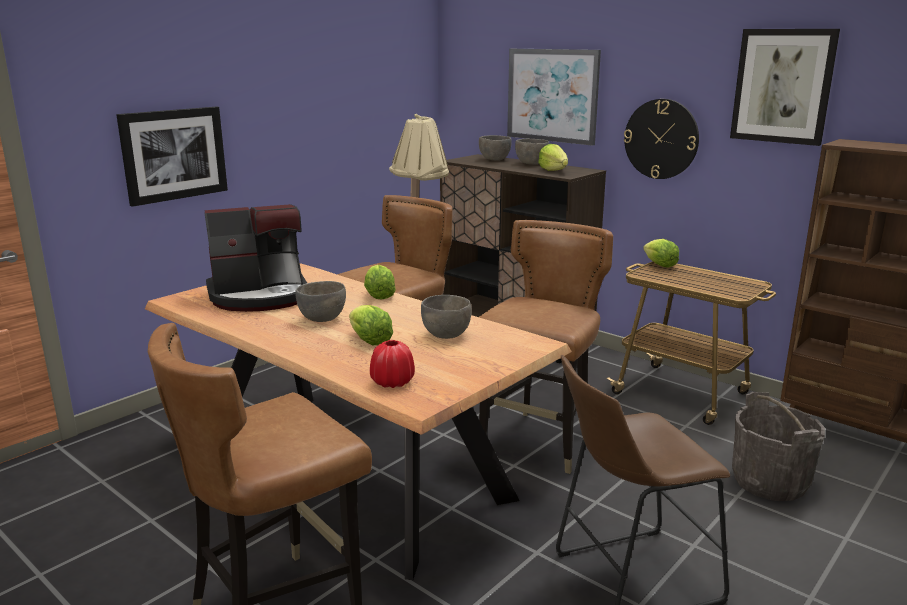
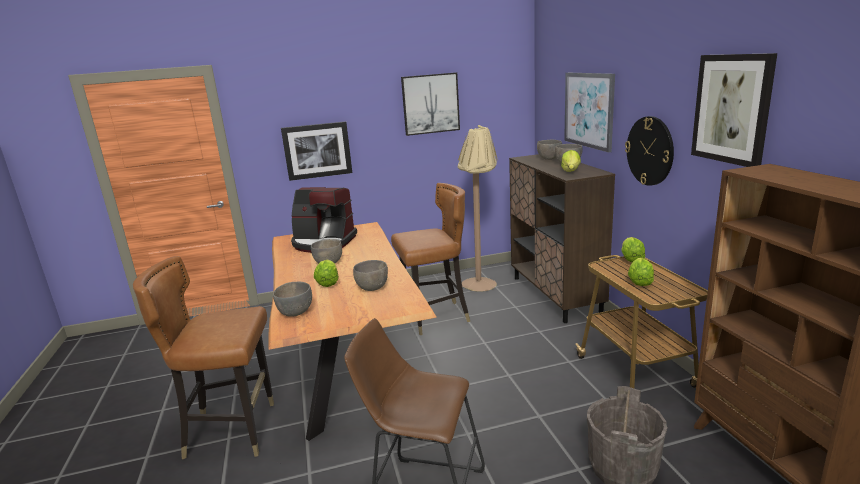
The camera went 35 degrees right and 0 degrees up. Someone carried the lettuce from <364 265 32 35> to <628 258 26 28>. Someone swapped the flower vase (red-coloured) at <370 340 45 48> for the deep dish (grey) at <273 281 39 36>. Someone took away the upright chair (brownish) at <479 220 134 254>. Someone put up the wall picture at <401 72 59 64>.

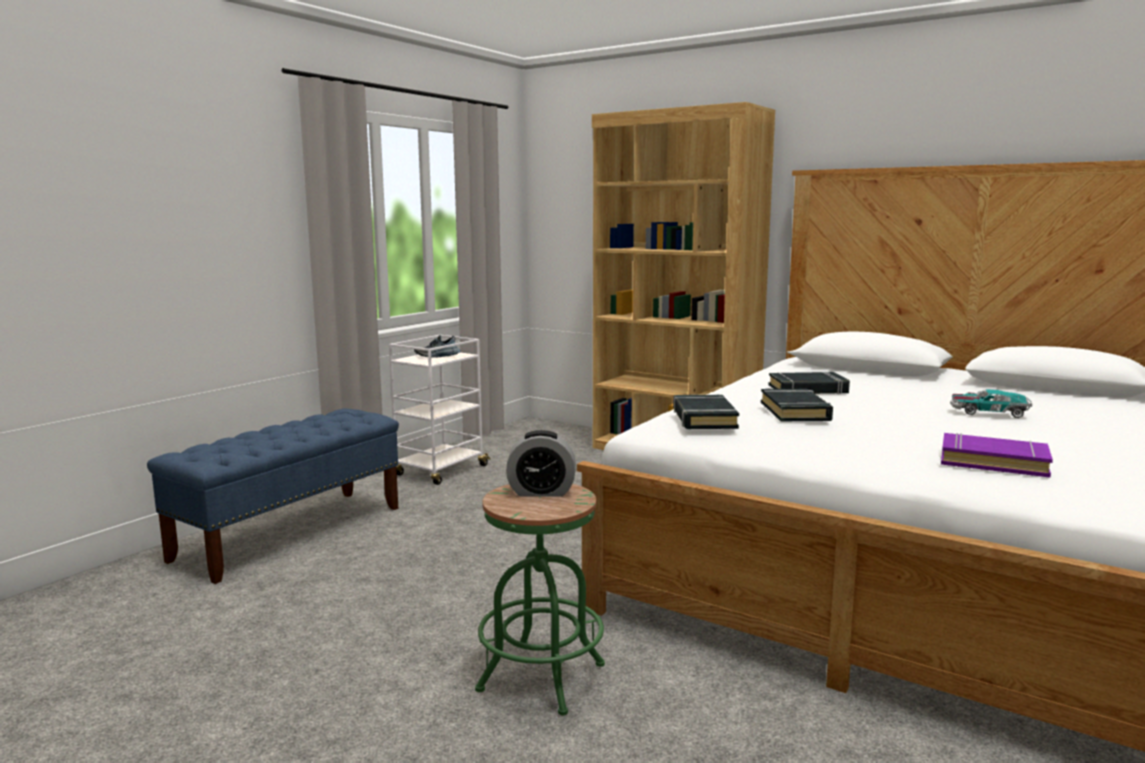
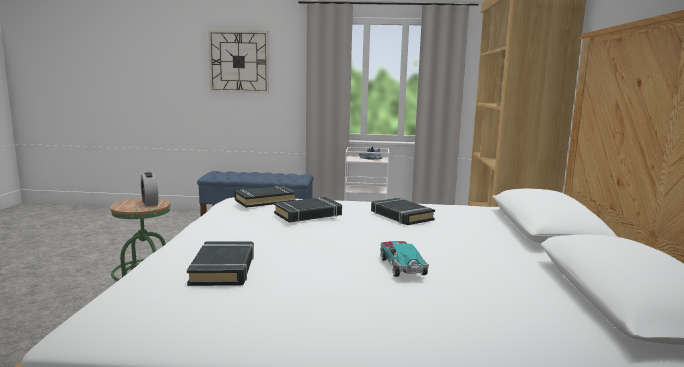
The camera went 60 degrees right and 0 degrees up. Someone repainted the volume (purple-coloured) at <941 433 112 45>, which became the volume (blackish) at <187 241 67 45>. Someone put up the wall clock at <208 30 61 63>.

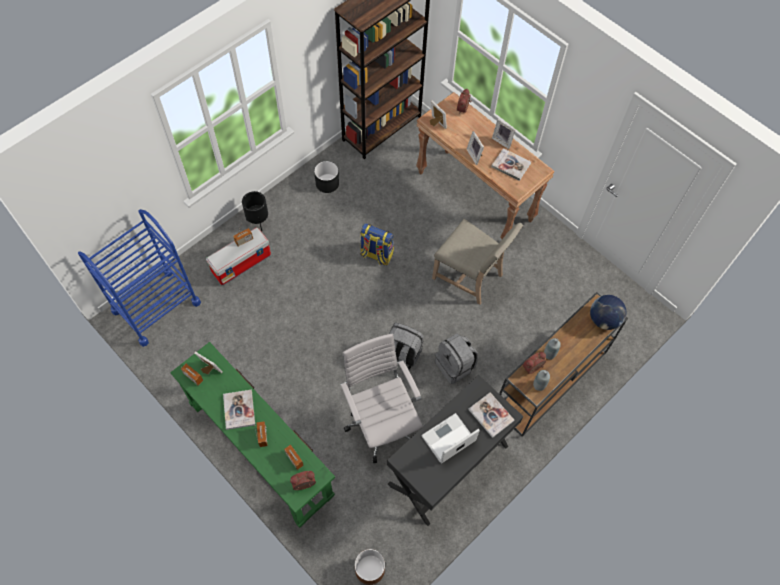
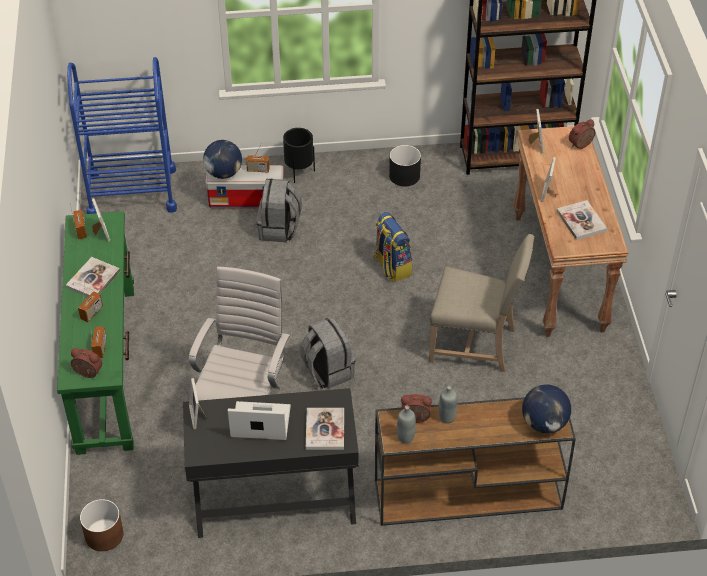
The camera went 40 degrees right and 15 degrees down. Someone rotated the upright chair (sand-coloured) at <432 219 91 86> by 60 degrees counterclockwise. Someone carried the backpack (grey) from <435 333 43 51> to <257 179 45 63>. Someone carried the standing frame from <492 119 24 30> to <189 378 18 52>. Someone put down the globe at <203 140 39 39>.

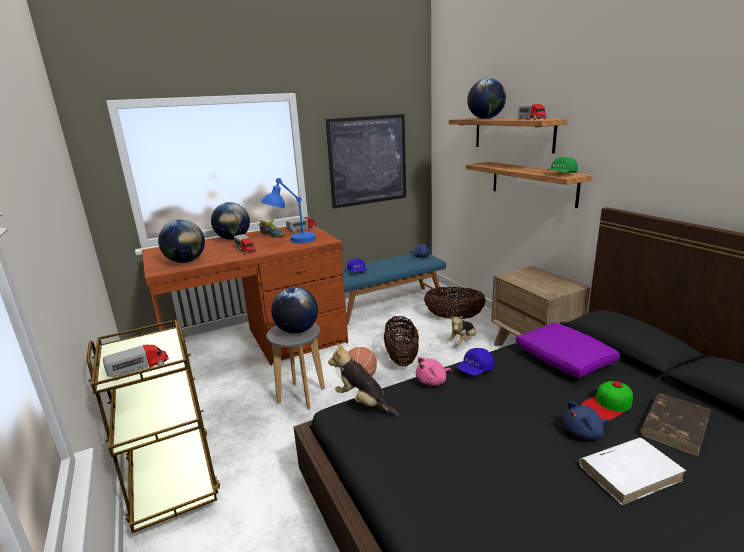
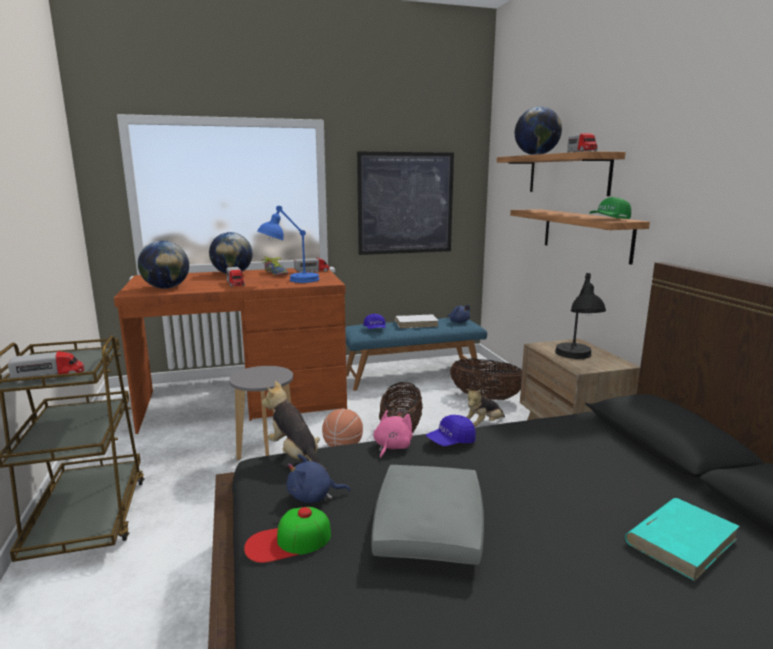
The camera went 10 degrees right and 5 degrees down. Someone took away the globe at <271 287 47 47>. Someone rotated the plush toy (pinkish) at <416 357 35 29> by 135 degrees clockwise. Someone took away the cushion (purple-coloured) at <516 323 104 55>. Someone carried the plush toy (blue-coloured) from <563 401 47 39> to <287 454 63 49>. Someone carried the volume (whitish) from <579 438 107 68> to <395 314 44 14>. Someone carried the peaked cap from <582 381 51 39> to <244 507 87 56>. Someone repainted the volume (brownish) at <640 394 71 62>, which became the volume (blue-green) at <625 498 115 83>. Someone put down the cushion (grey) at <371 465 113 100>. Someone put down the table lamp (blackish) at <555 273 51 86>.

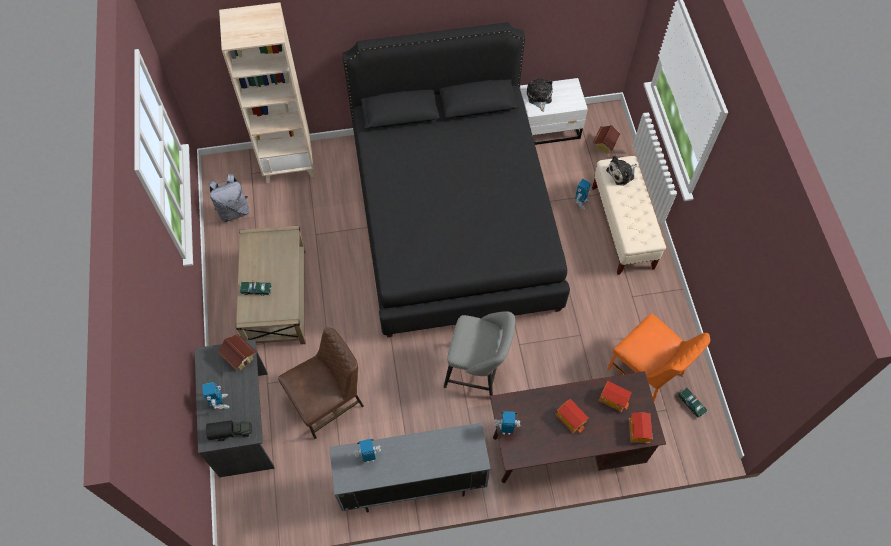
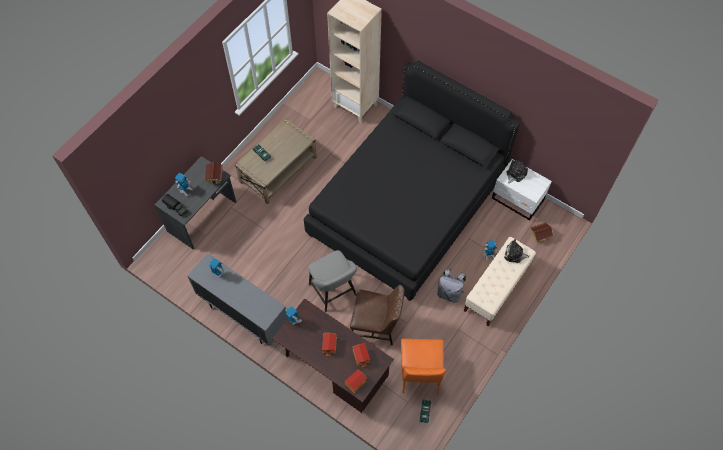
The camera went 45 degrees right and 0 degrees up. Someone carried the backpack (grey) from <209 174 40 48> to <437 269 29 34>. Someone carried the upright chair (brownish) from <278 328 86 111> to <350 285 55 60>.

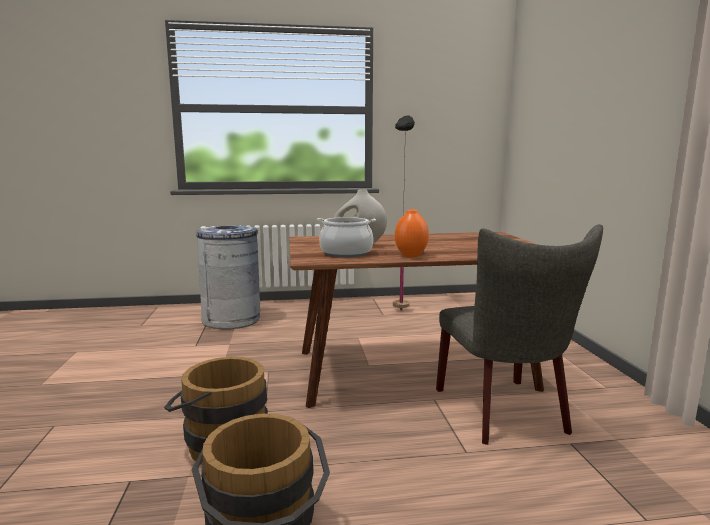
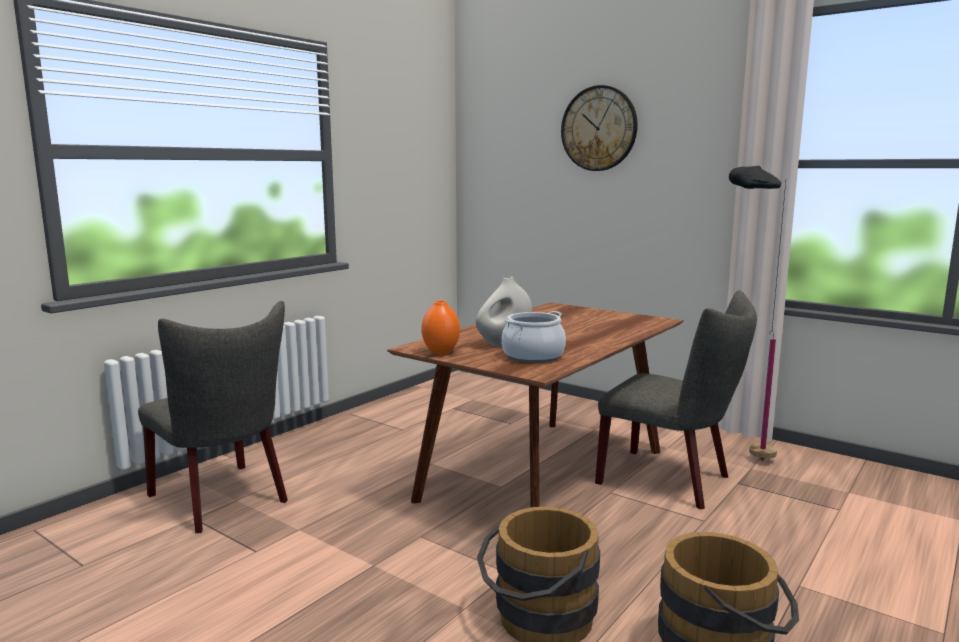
The camera went 45 degrees left and 0 degrees up. Someone swapped the waste bin (grey) at <196 226 65 103> for the upright chair (grey) at <138 301 150 232>. Someone carried the standard lamp (blackish) from <393 115 22 196> to <729 166 57 295>. Someone carried the flower vase (orange) from <395 209 34 49> to <421 300 39 55>. Someone put up the wall clock at <561 85 77 86>.

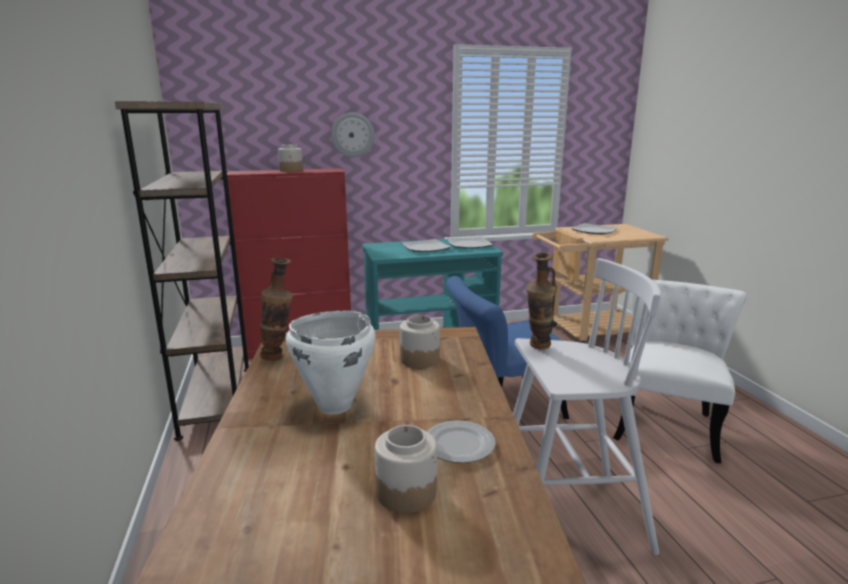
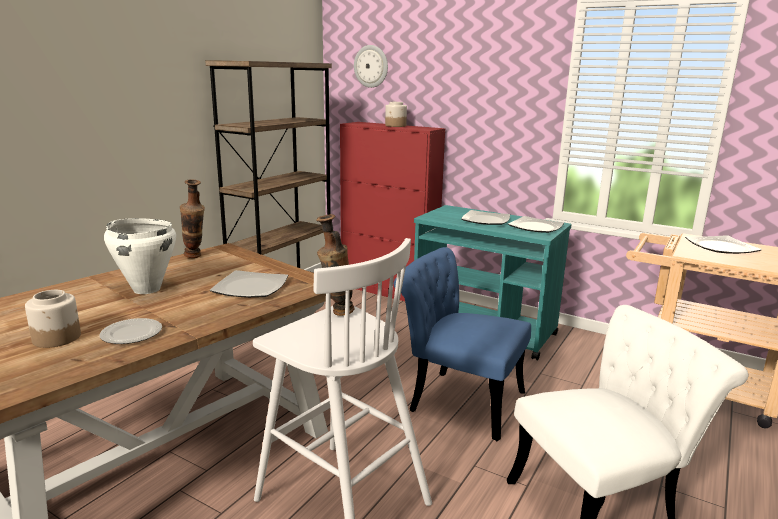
The camera went 45 degrees right and 0 degrees up. Someone carried the wall clock from <331 112 43 45> to <354 45 34 43>. Someone swapped the storage jar at <400 315 40 53> for the flat dish at <210 270 78 28>.

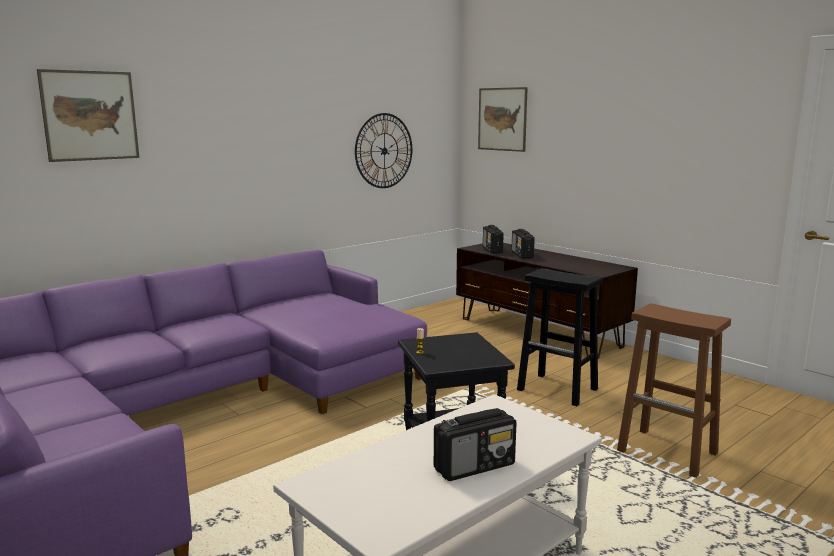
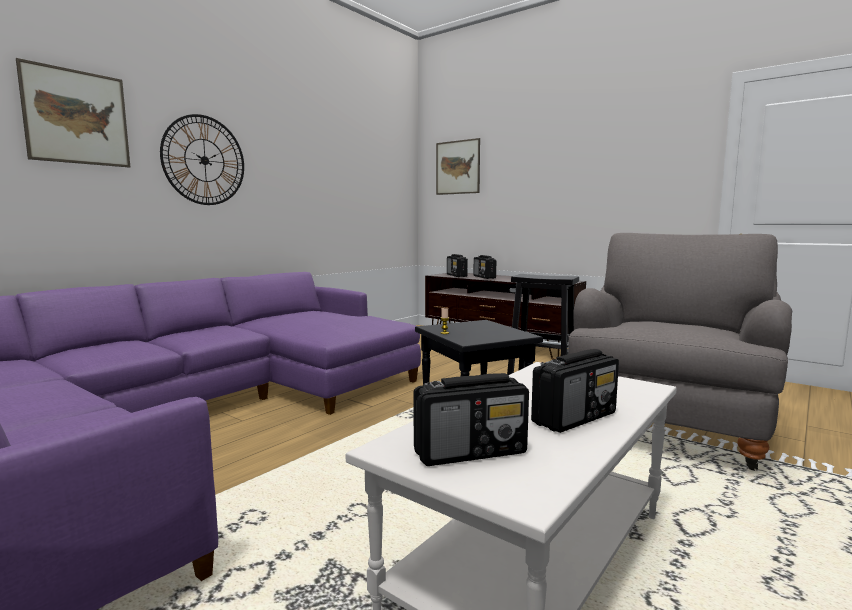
The camera went 10 degrees left and 5 degrees down. Someone carried the wall clock from <355 113 57 75> to <160 114 84 91>. Someone swapped the stool seat (brownish) at <617 303 114 175> for the lounge chair (grey) at <568 233 224 238>. Someone put down the radio set at <413 373 116 93>.

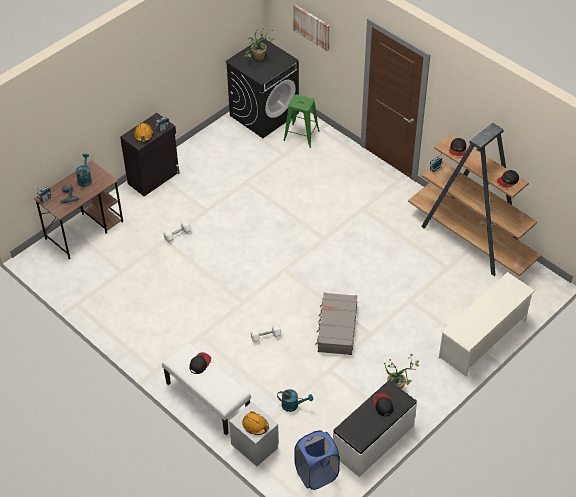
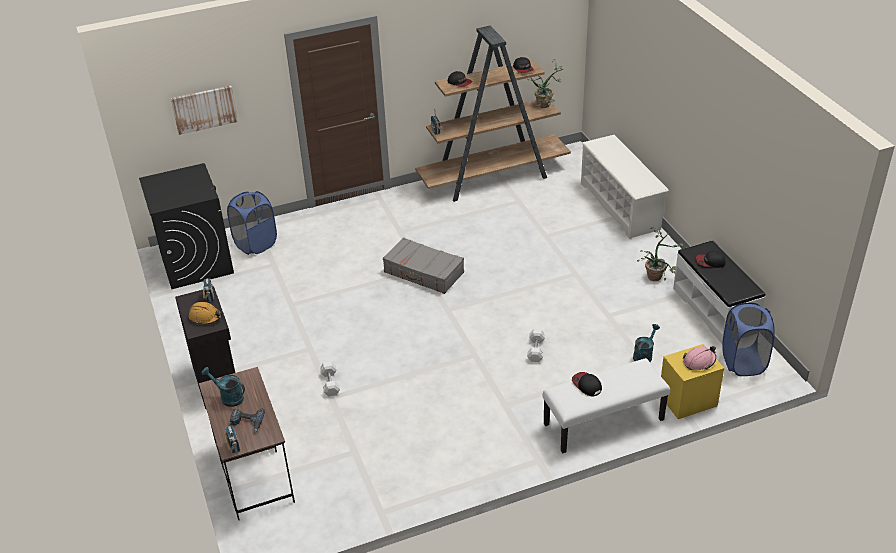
The camera went 65 degrees left and 10 degrees down. Someone repainted the night table (grey) at <229 402 50 64>, which became the night table (yellow) at <661 344 63 75>. Someone repainted the safety helmet (orange) at <242 411 27 24>, which became the safety helmet (pinkish) at <683 346 33 24>. Someone carried the houseplant from <244 29 31 32> to <528 59 35 49>. Someone swapped the stool seat (green-coloured) at <283 94 37 54> for the washing basket (blue-coloured) at <227 191 50 64>. Someone carried the suitcase (grey) from <315 293 42 62> to <383 237 81 57>.

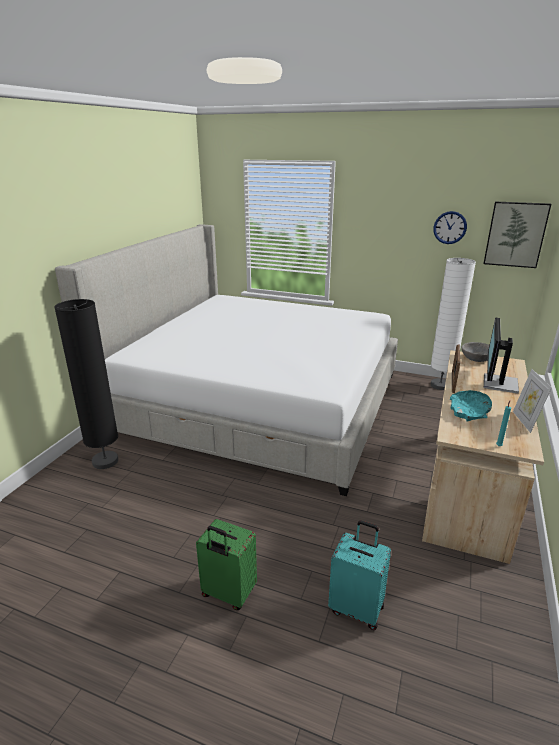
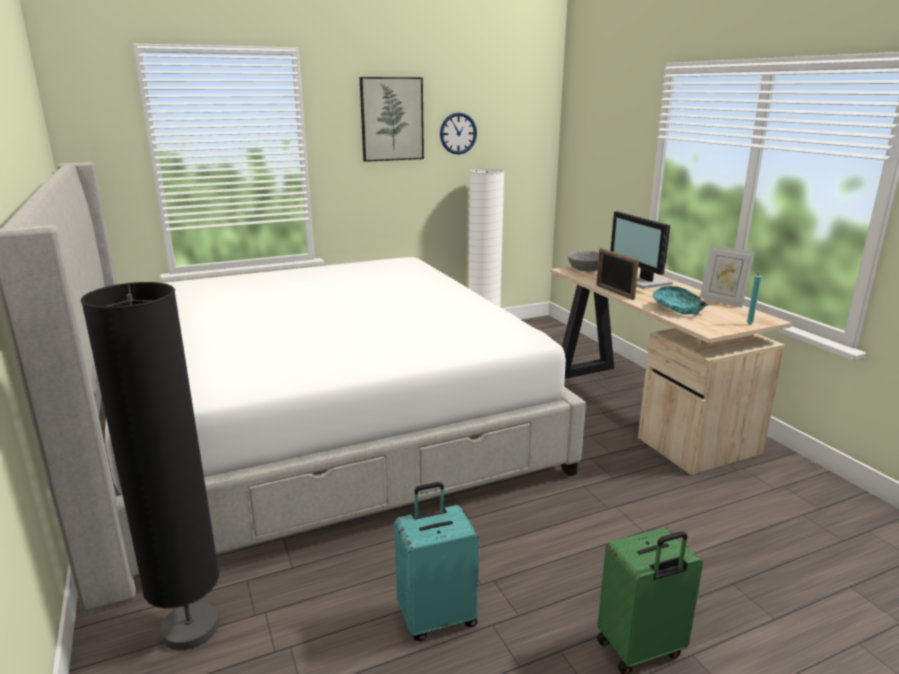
The camera went 45 degrees left and 5 degrees down. Someone carried the suitcase (blue-green) from <328 521 63 109> to <394 482 85 159>. Someone carried the wall picture from <483 201 68 67> to <360 77 64 85>.

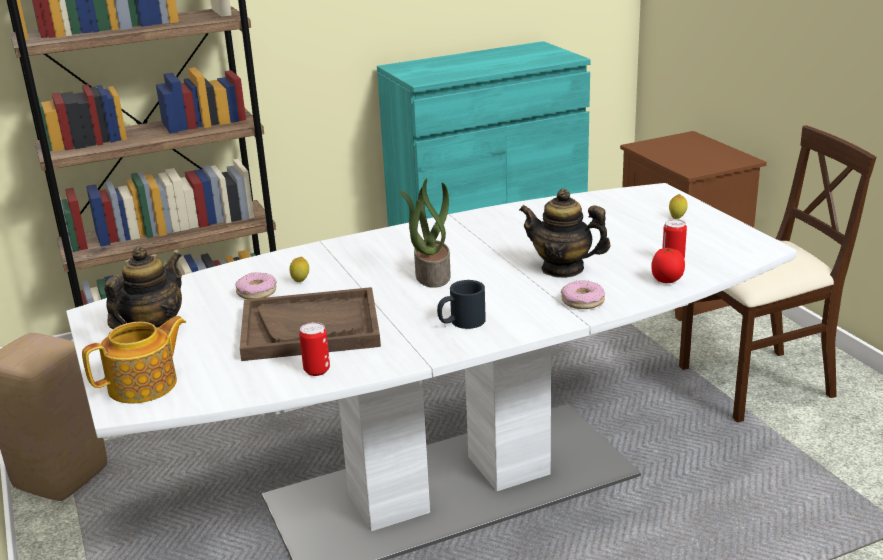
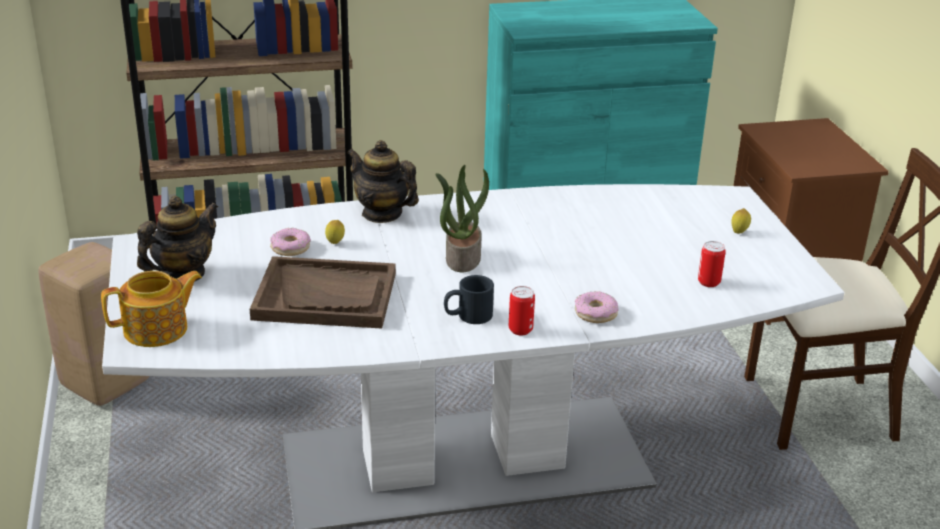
The camera went 10 degrees right and 5 degrees up. Someone carried the metal can from <299 322 31 54> to <509 286 26 50>. Someone carried the tea pot from <519 189 92 89> to <347 140 72 83>. Someone took away the fresh tomato at <651 248 34 35>.

